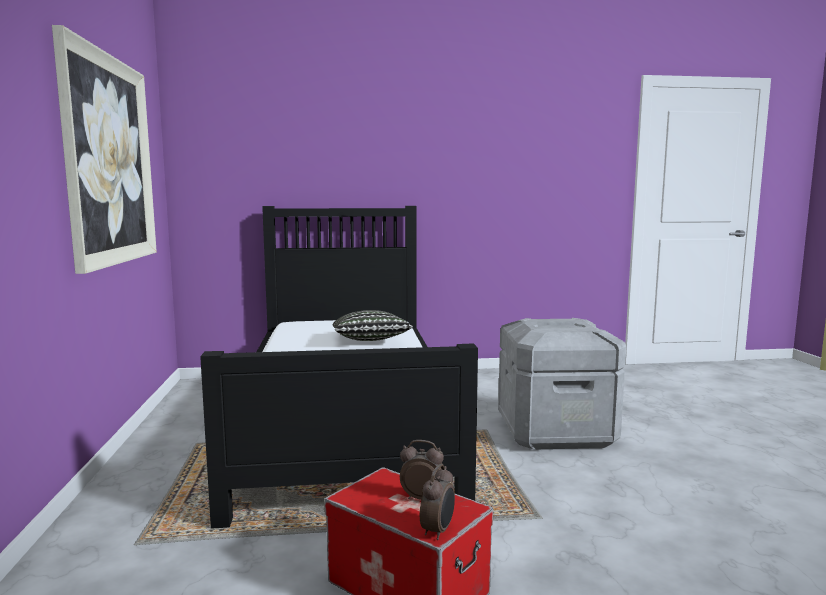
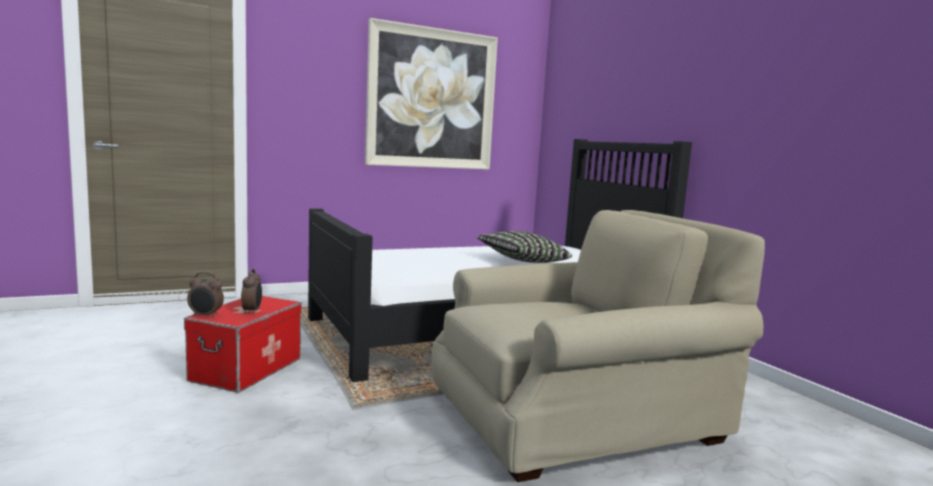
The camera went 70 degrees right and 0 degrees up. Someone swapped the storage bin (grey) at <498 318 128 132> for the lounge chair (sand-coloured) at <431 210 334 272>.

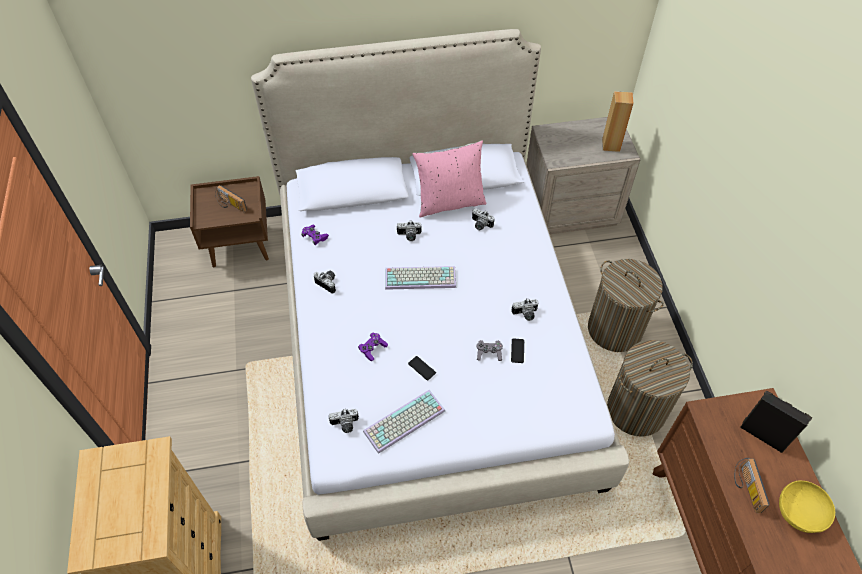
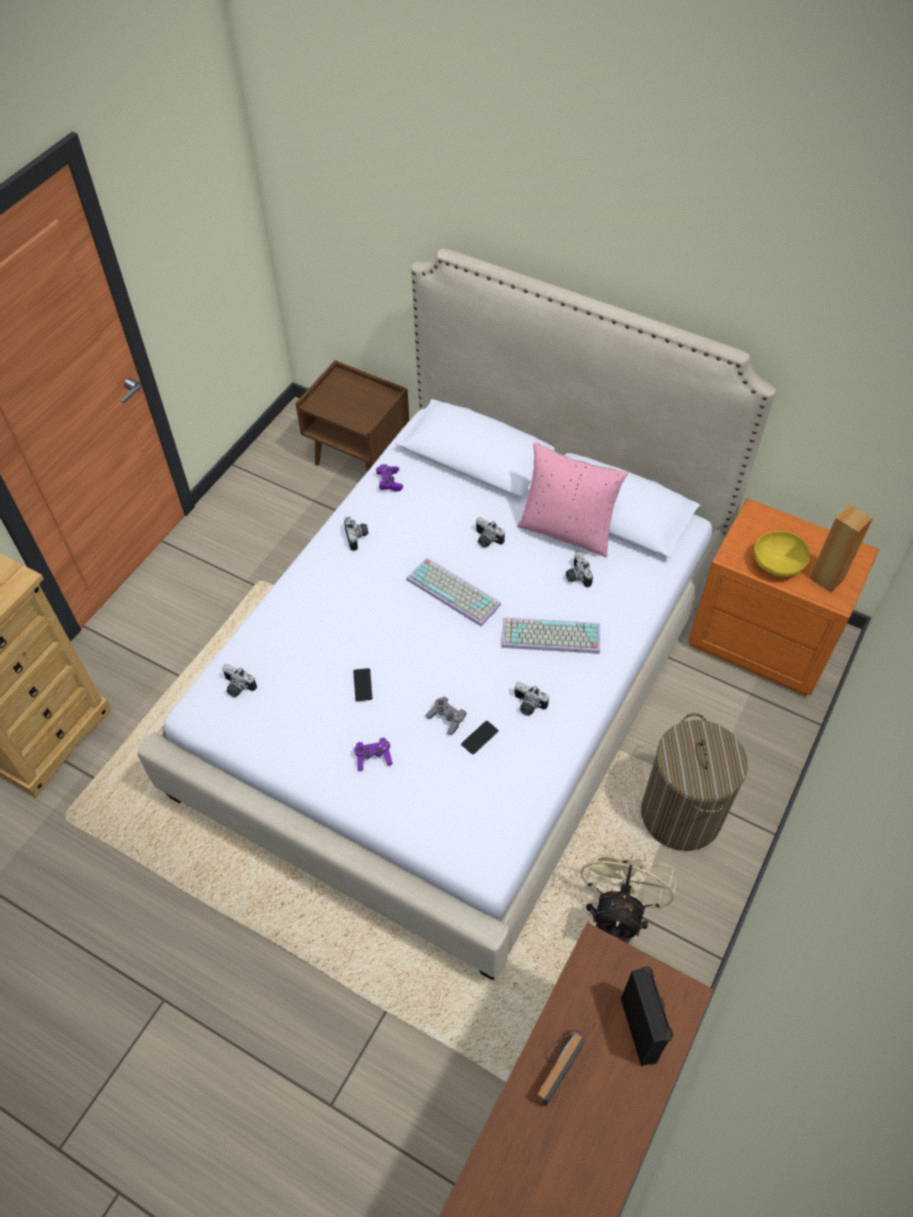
The camera went 40 degrees right and 0 degrees up. Someone took away the radio set at <215 185 32 27>. Someone carried the gamepad (purple-coloured) from <358 333 30 28> to <354 738 39 33>. Someone carried the PC keyboard from <363 390 82 64> to <502 617 98 37>. Someone repainted the night table (sand-coloured) at <526 117 115 117>, which became the night table (orange) at <688 498 191 198>. Someone swapped the washing basket at <607 340 86 96> for the cooling fan (sand-coloured) at <580 843 97 100>. Someone carried the deep dish (yellow) from <779 480 56 53> to <754 531 56 46>.

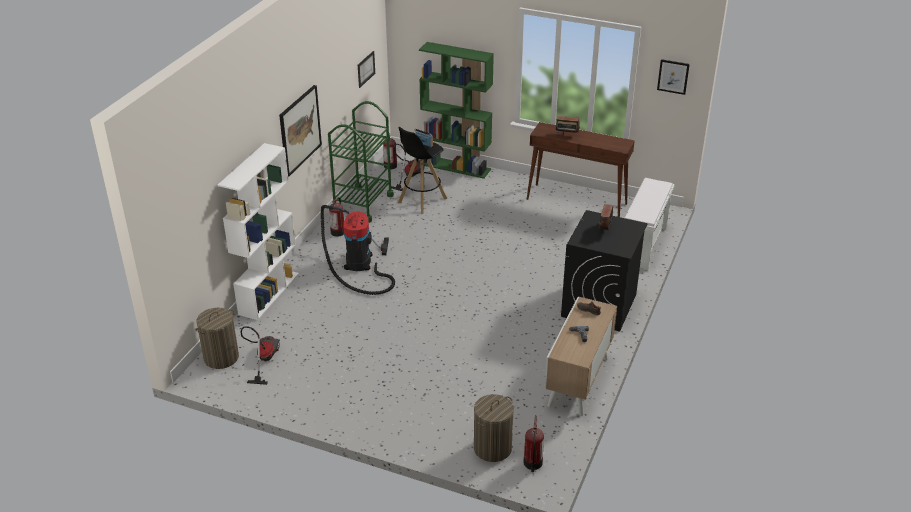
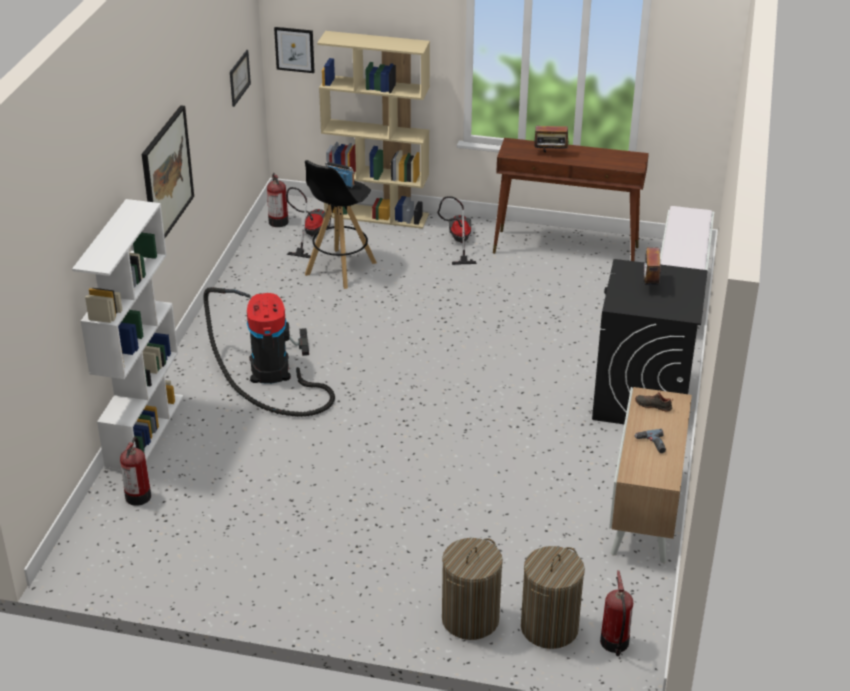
The camera went 10 degrees left and 0 degrees up. Someone carried the washing basket from <195 308 44 61> to <442 538 61 102>. Someone carried the hoover from <241 326 39 59> to <438 196 39 69>. Someone took away the trolley (green-coloured) at <328 101 66 122>. Someone carried the fire extinguisher from <329 197 15 40> to <120 437 31 69>. Someone repainted the shelving unit (green-coloured) at <419 42 75 137>, which became the shelving unit (sand-coloured) at <317 31 113 198>. Someone carried the wall picture from <657 59 33 36> to <274 27 40 46>.

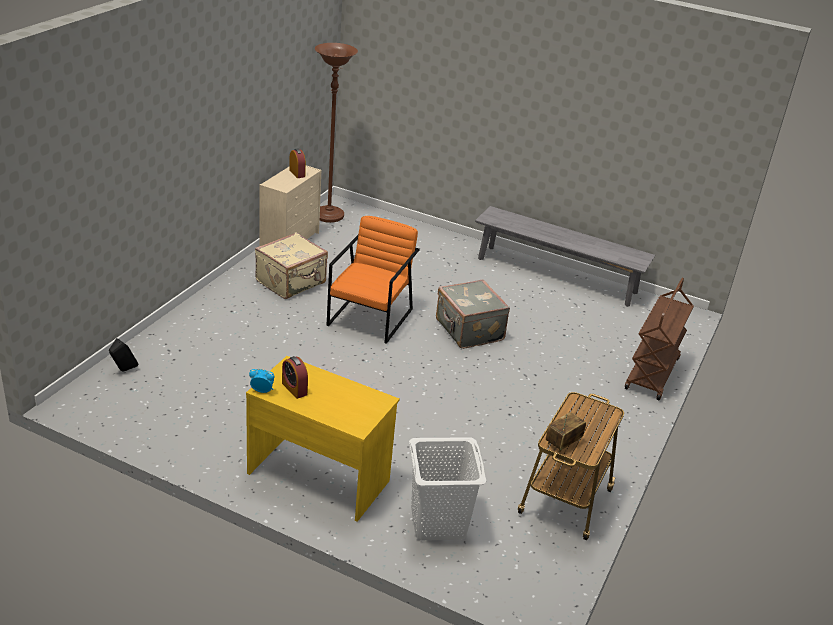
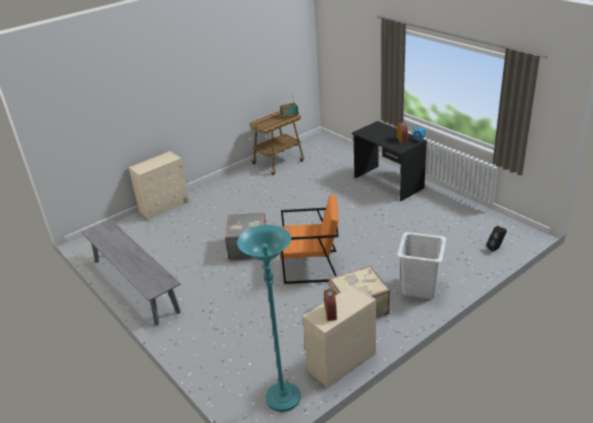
The camera went 150 degrees left and 0 degrees up. Someone repainted the desk unit (yellow) at <246 356 154 166>, which became the desk unit (blackish) at <352 121 75 80>. Someone repainted the standard lamp (brownish) at <315 43 43 180>, which became the standard lamp (blue-green) at <237 225 63 187>. Someone rotated the lounge chair (orange) at <326 216 93 128> by 135 degrees counterclockwise. Someone carried the washing basket (whitish) from <409 437 77 103> to <397 232 49 67>. Someone swapped the trolley (brownish) at <625 278 69 122> for the dresser (sand-coloured) at <128 151 62 69>.

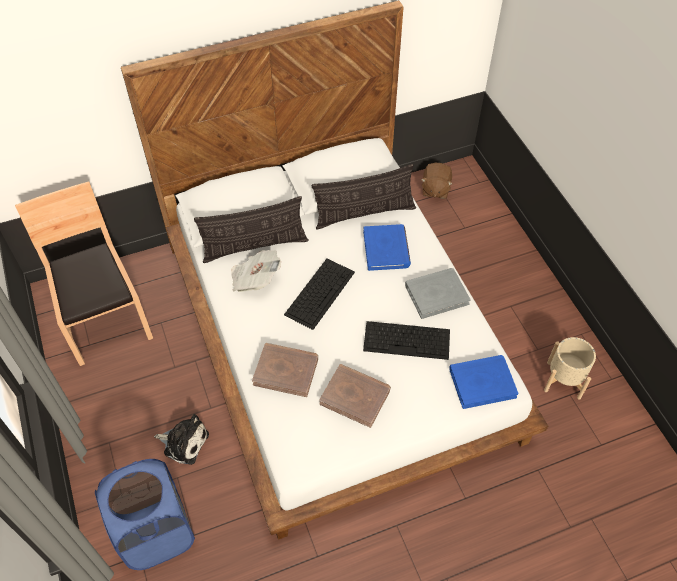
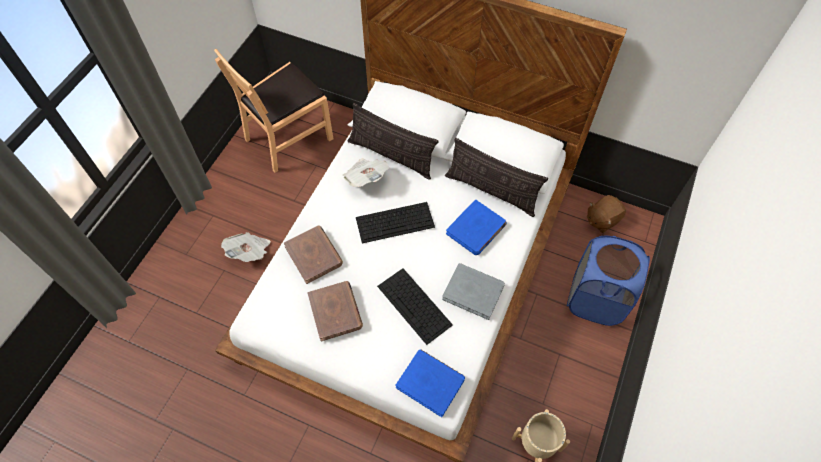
The camera went 45 degrees right and 5 degrees up. Someone rotated the upright chair (brownish) at <15 181 138 185> by 150 degrees counterclockwise. Someone carried the washing basket (blue-coloured) from <95 459 100 111> to <567 236 83 90>. Someone swapped the plush toy at <154 414 55 51> for the newspaper at <221 232 50 30>.

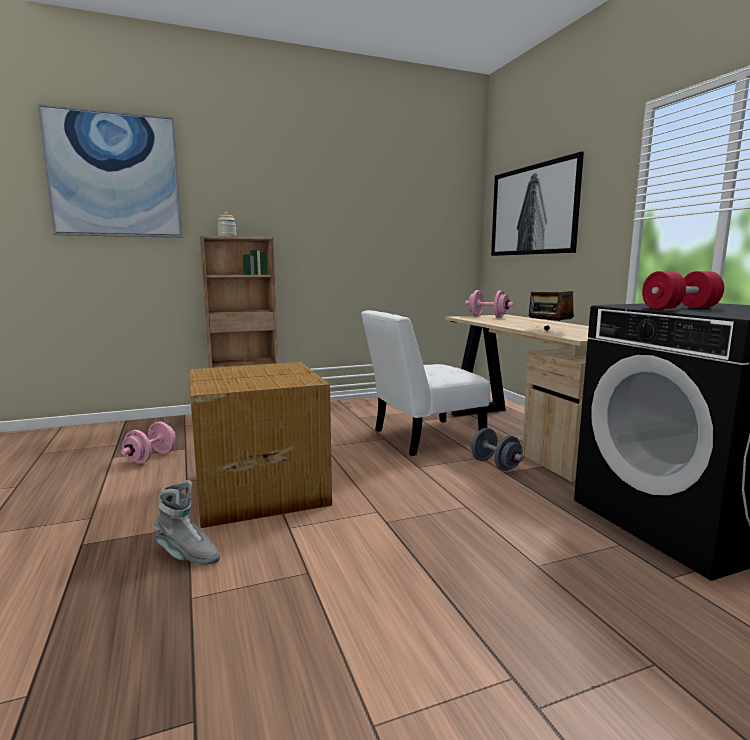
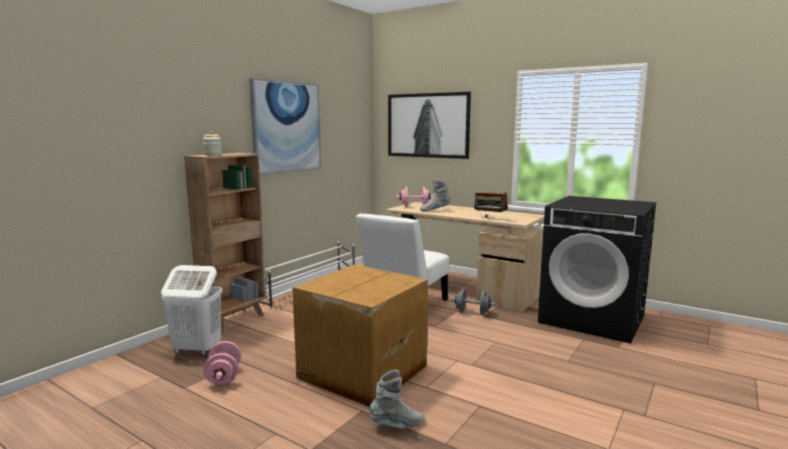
The camera went 35 degrees left and 0 degrees up. Someone carried the wall picture from <37 104 146 134> to <249 78 72 97>. Someone took away the hand weight (red-coloured) at <642 271 82 38>. Someone put down the washing basket (whitish) at <161 265 61 90>. Someone put down the tall boot (grey) at <420 179 30 32>.

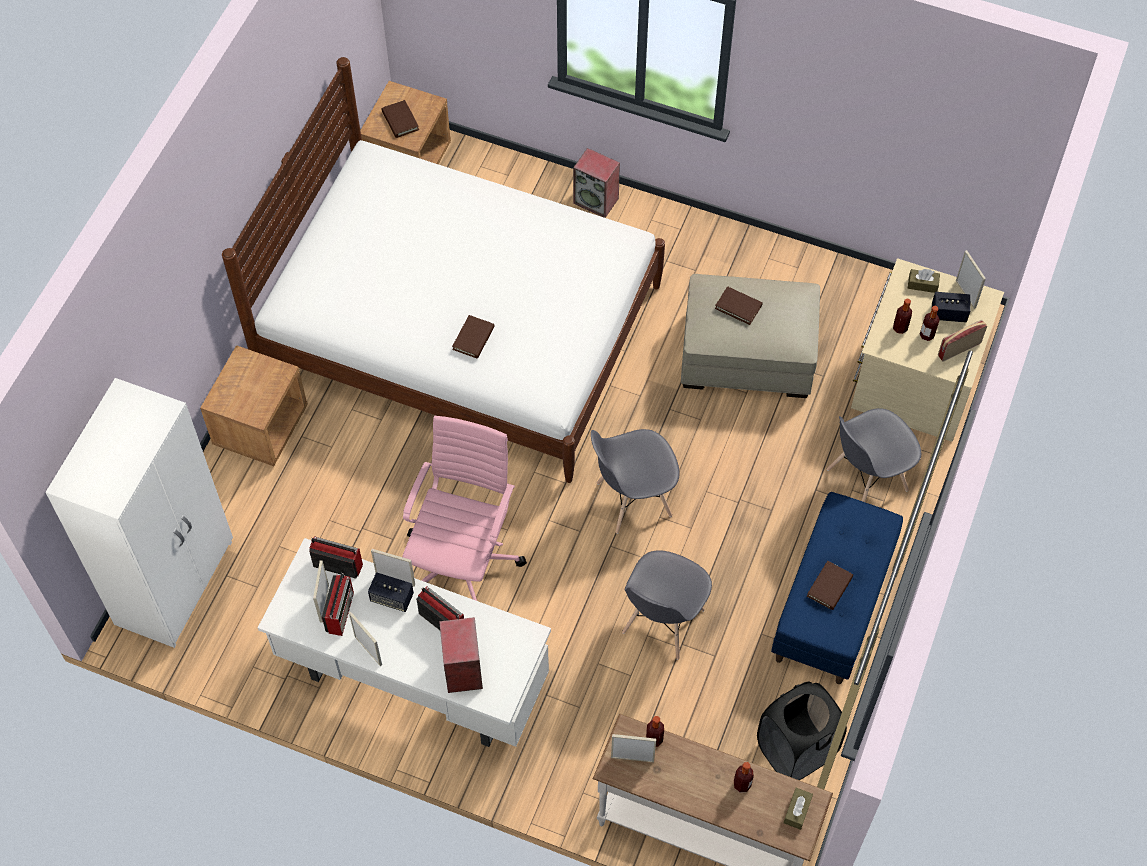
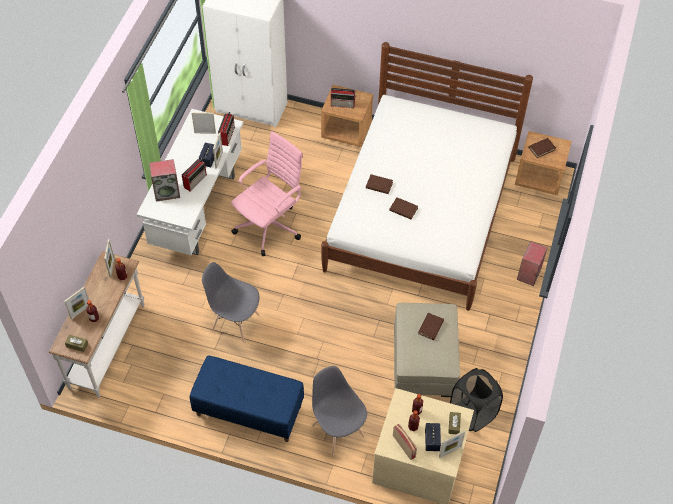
The camera went 85 degrees right and 5 degrees down. Someone carried the radio set from <322 573 32 63> to <331 88 25 20>. Someone carried the standing frame from <349 612 33 54> to <64 287 25 33>. Someone rotated the desk chair (pinkish) at <402 416 125 185> by 60 degrees counterclockwise. Someone took away the upright chair (grey) at <591 429 89 105>. Someone carried the washing basket (blackish) from <757 682 90 98> to <450 368 53 64>. Someone carried the volume (brownish) from <807 561 46 49> to <389 197 29 22>.

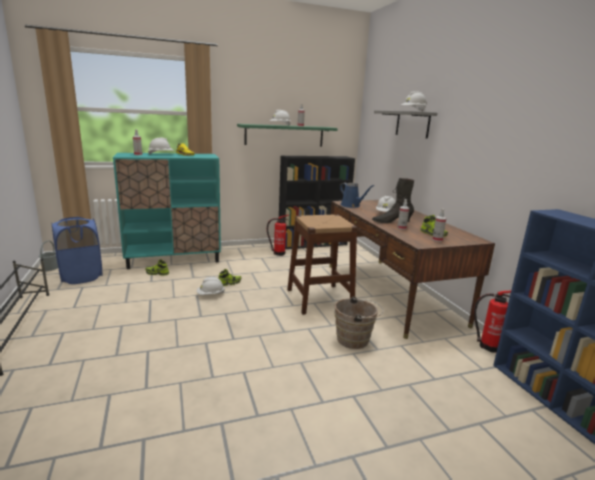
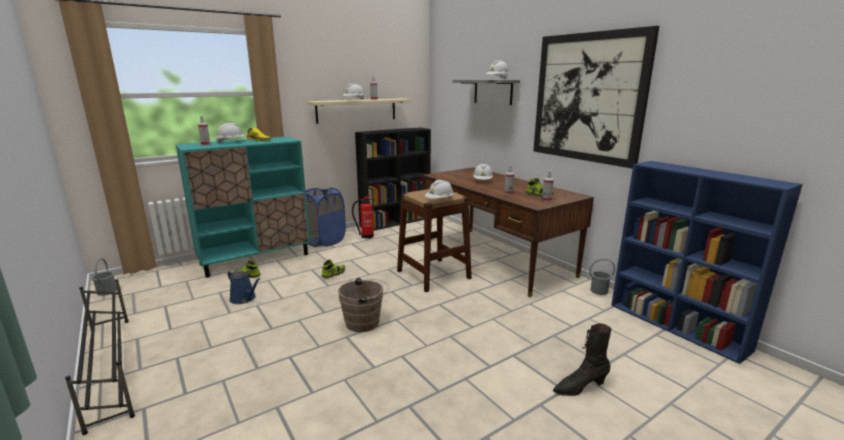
The camera went 15 degrees left and 0 degrees up. Someone carried the washing basket (blue-coloured) from <51 217 52 67> to <306 188 40 59>. Someone carried the safety helmet (whitish) from <197 277 28 18> to <425 180 29 19>. Someone repainted the bracket shelf (green-coloured) at <237 124 101 22>, which became the bracket shelf (sand-coloured) at <307 98 105 26>. Someone carried the water bucket (brownish) from <334 296 50 53> to <338 278 51 54>. Someone carried the watering pot (blue-coloured) from <340 183 34 25> to <228 270 32 34>. Someone carried the tall boot (blackish) from <372 178 42 46> to <553 323 58 73>. Someone swapped the fire extinguisher at <474 290 37 63> for the water bucket (grey) at <589 259 26 36>. Someone put up the wall picture at <533 26 126 143>.

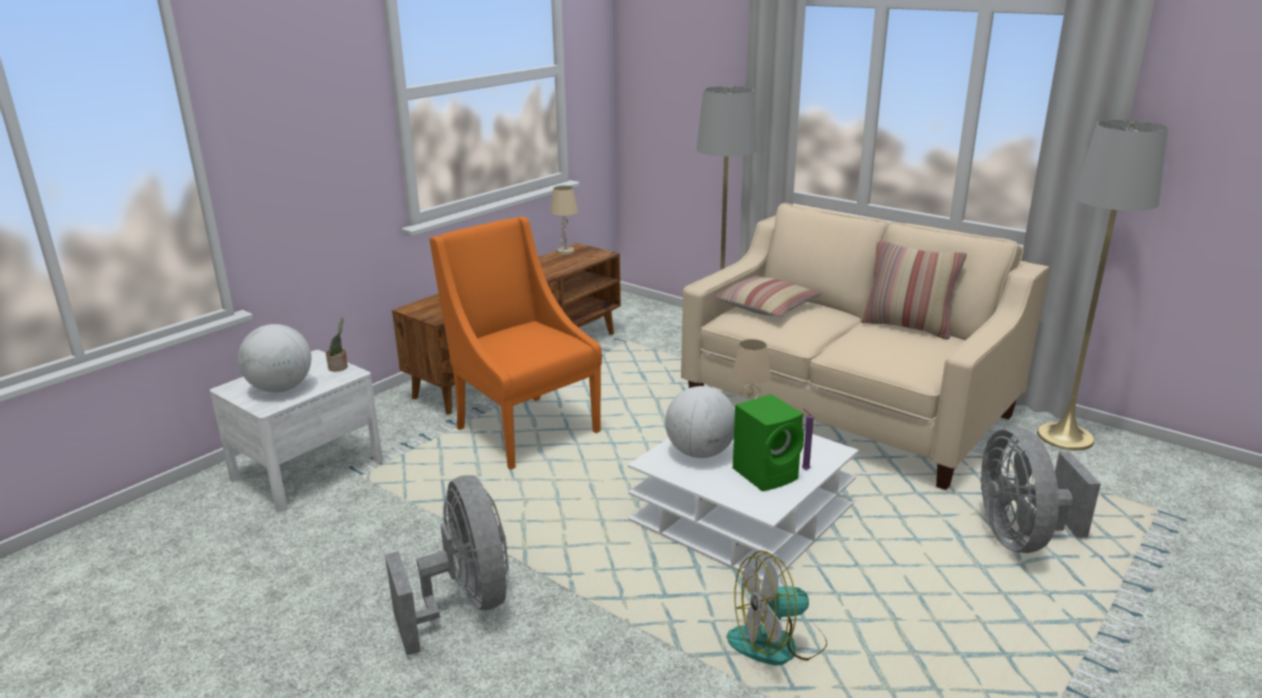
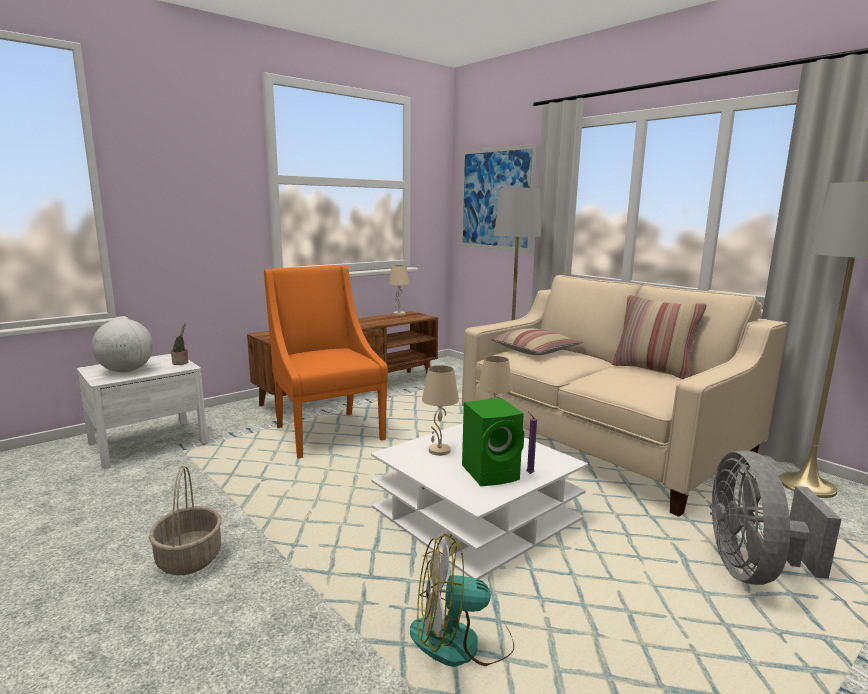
The camera went 10 degrees right and 10 degrees down. Someone swapped the cooling fan (grey) at <385 475 124 181> for the basket at <149 466 73 109>. Someone swapped the globe at <665 386 70 72> for the table lamp (sand-coloured) at <422 365 37 91>. Someone put up the wall picture at <460 144 77 108>.

